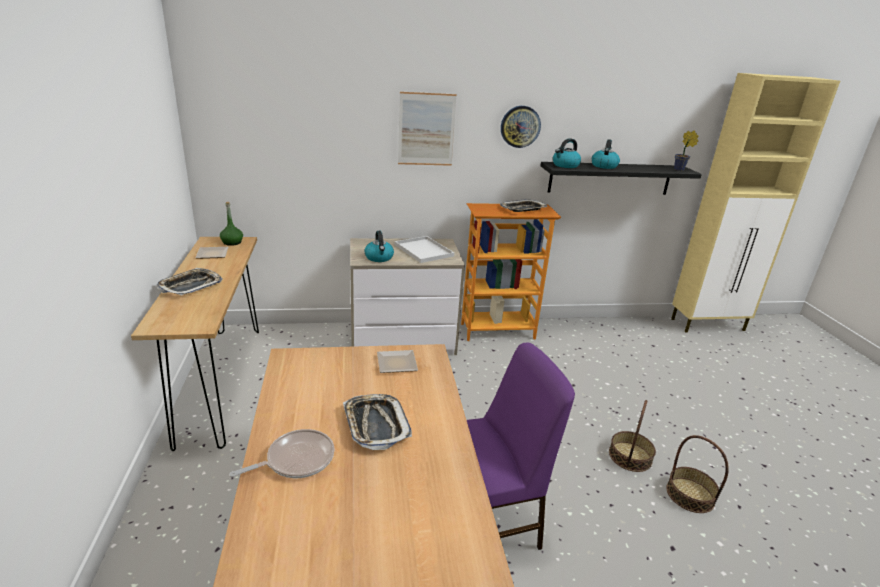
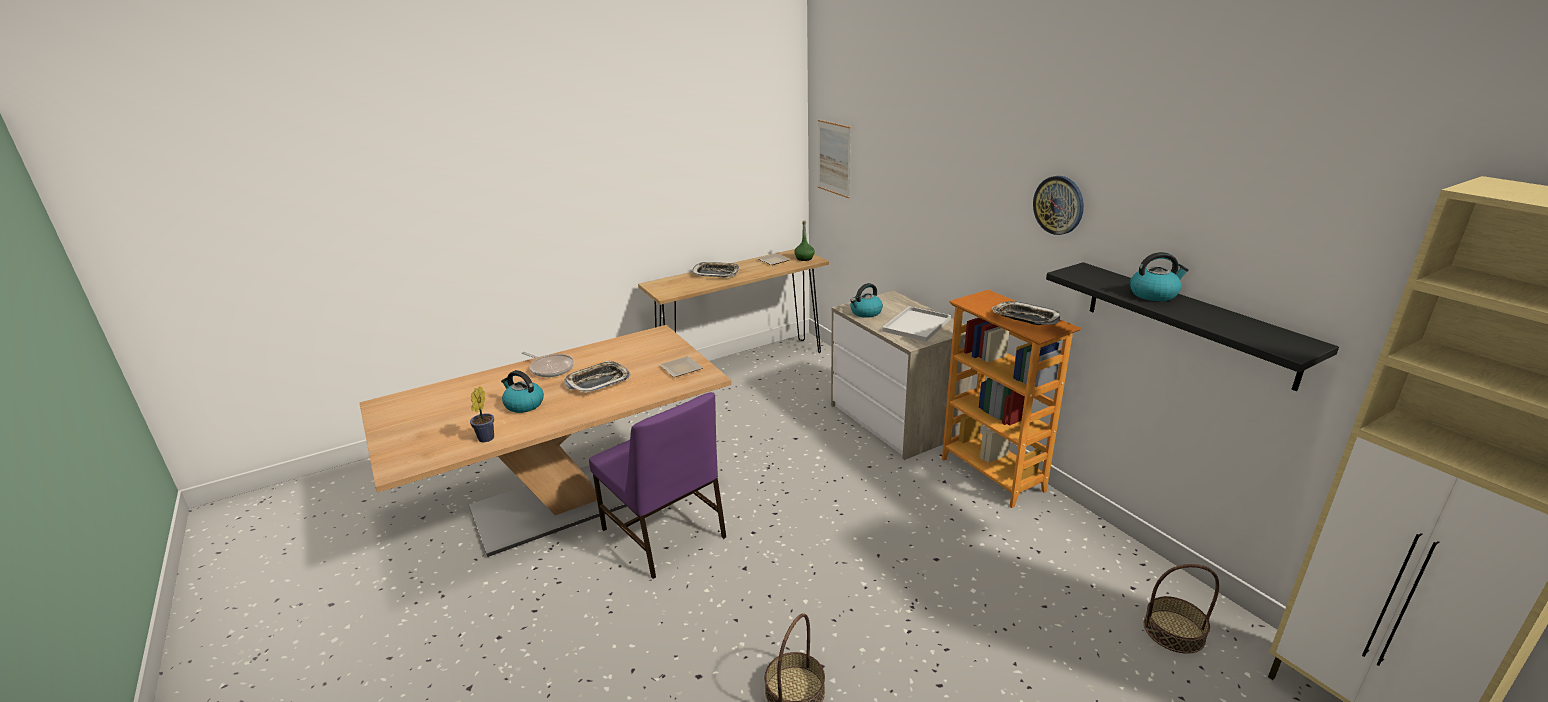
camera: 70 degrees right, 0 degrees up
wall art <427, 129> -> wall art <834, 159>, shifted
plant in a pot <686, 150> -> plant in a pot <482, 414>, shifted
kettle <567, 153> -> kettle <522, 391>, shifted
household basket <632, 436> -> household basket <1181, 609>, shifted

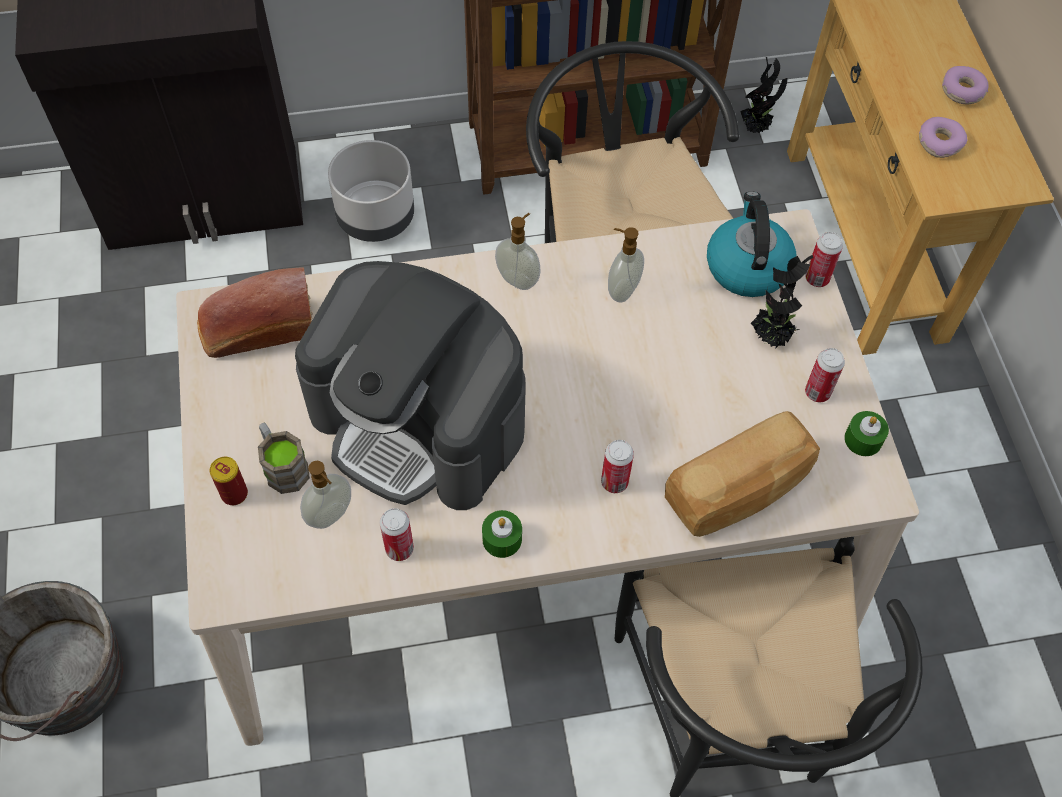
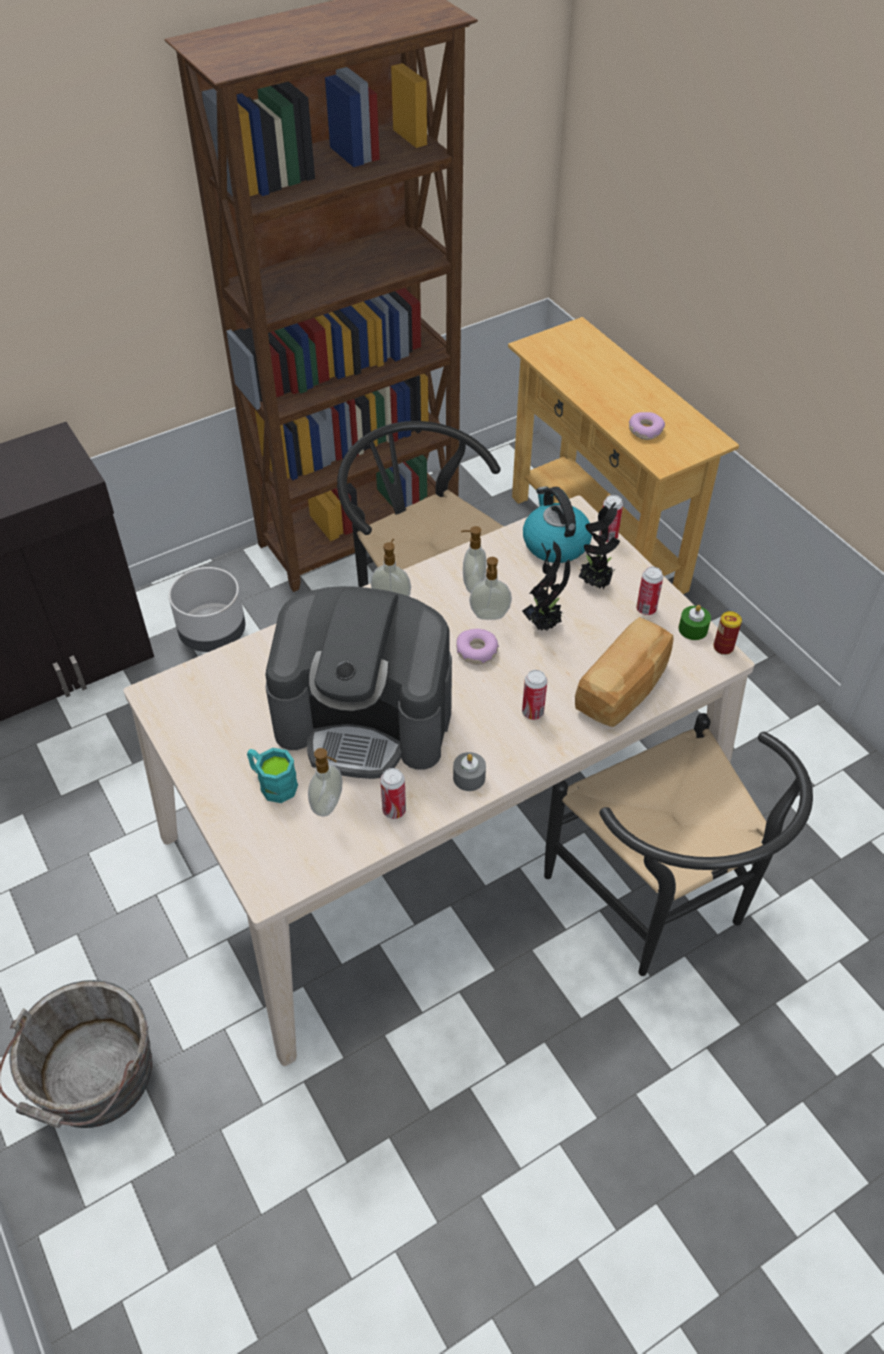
camera: 20 degrees left, 10 degrees down
plant in a pot <763, 95> -> plant in a pot <546, 586>, shifted
doughnut <965, 85> -> doughnut <477, 647>, shifted
bread <255, 312> -> none
brown-coloured mug <284, 458> -> blue-green mug <272, 775>
metal can <229, 481> -> metal can <727, 633>, shifted
greenish wax light <502, 534> -> greyish wax light <469, 771>
none -> soap dispenser <490, 588>

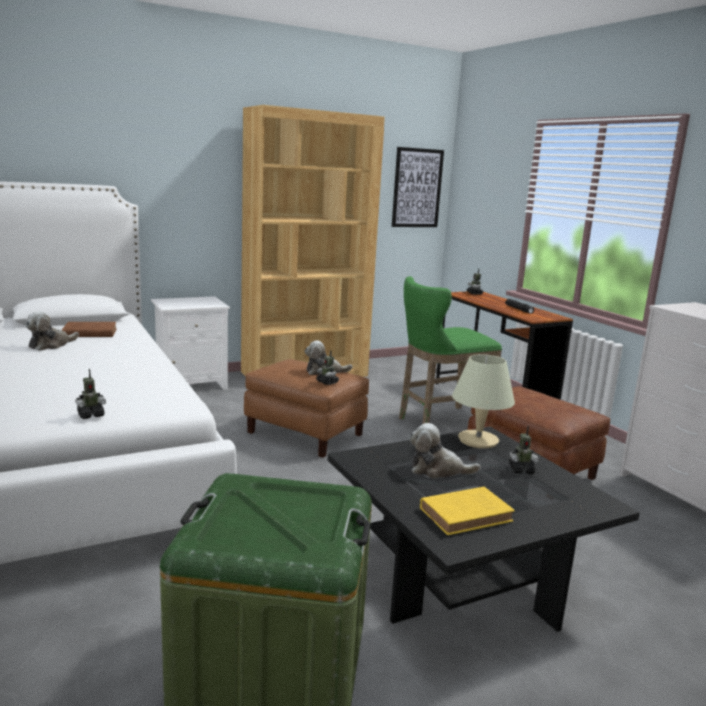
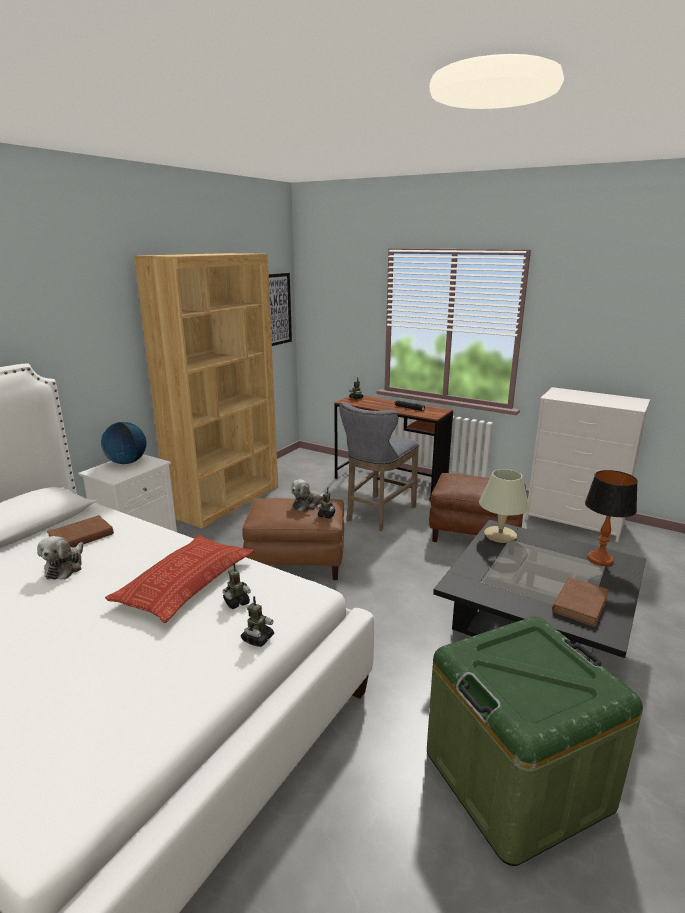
camera: 30 degrees left, 5 degrees up
greenish stool seat <450, 350> -> greyish stool seat <379, 466>
soft toy <445, 451> -> none
robot figure <524, 450> -> robot figure <237, 586>, shifted
yellow bound book <467, 511> -> brown-coloured bound book <580, 602>
none -> world globe <124, 443>
none -> tabletop lamp <611, 518>
none -> throw pillow <179, 579>

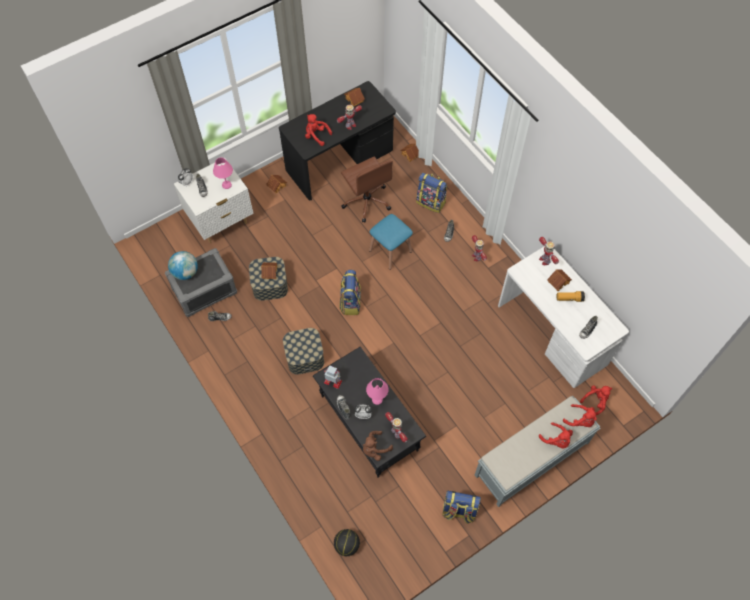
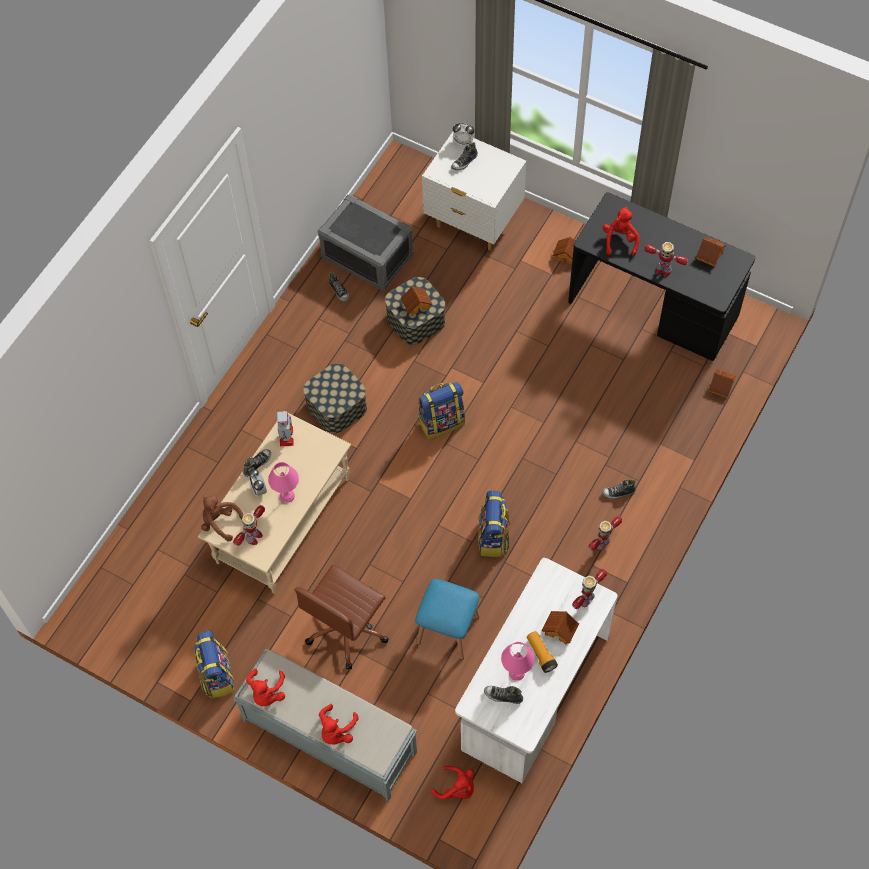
camera: 65 degrees right, 0 degrees up
brown-coloured office chair <367, 190> -> brown-coloured office chair <341, 617>, shifted
pink-coloured tabletop lamp <223, 173> -> pink-coloured tabletop lamp <518, 661>, shifted
rucksack <431, 193> -> rucksack <494, 523>, shifted
bluish stool seat <391, 242> -> bluish stool seat <447, 619>, shifted
world globe <183, 265> -> none
black-coloured coffee table <369, 412> -> beige-coloured coffee table <274, 503>
red soft toy <580, 415> -> red soft toy <265, 687>, shifted
ball for basketball <347, 542> -> none

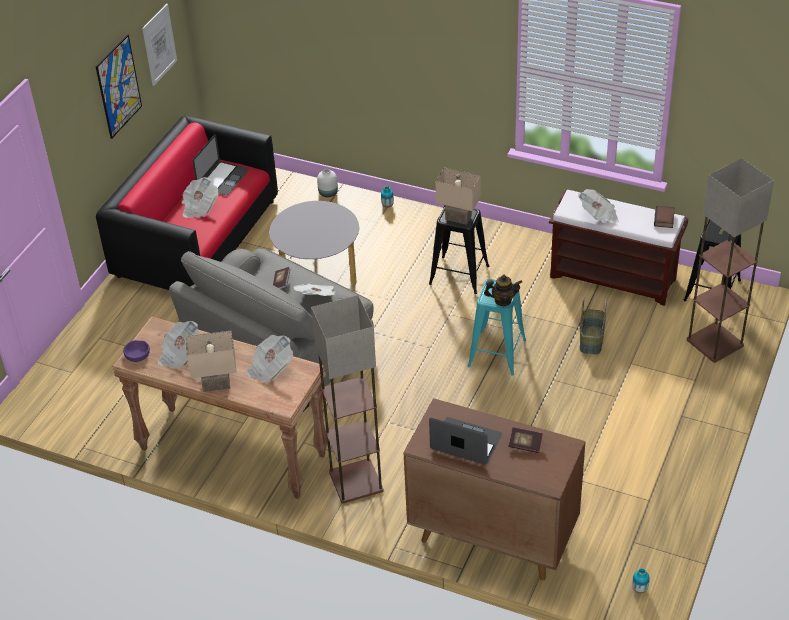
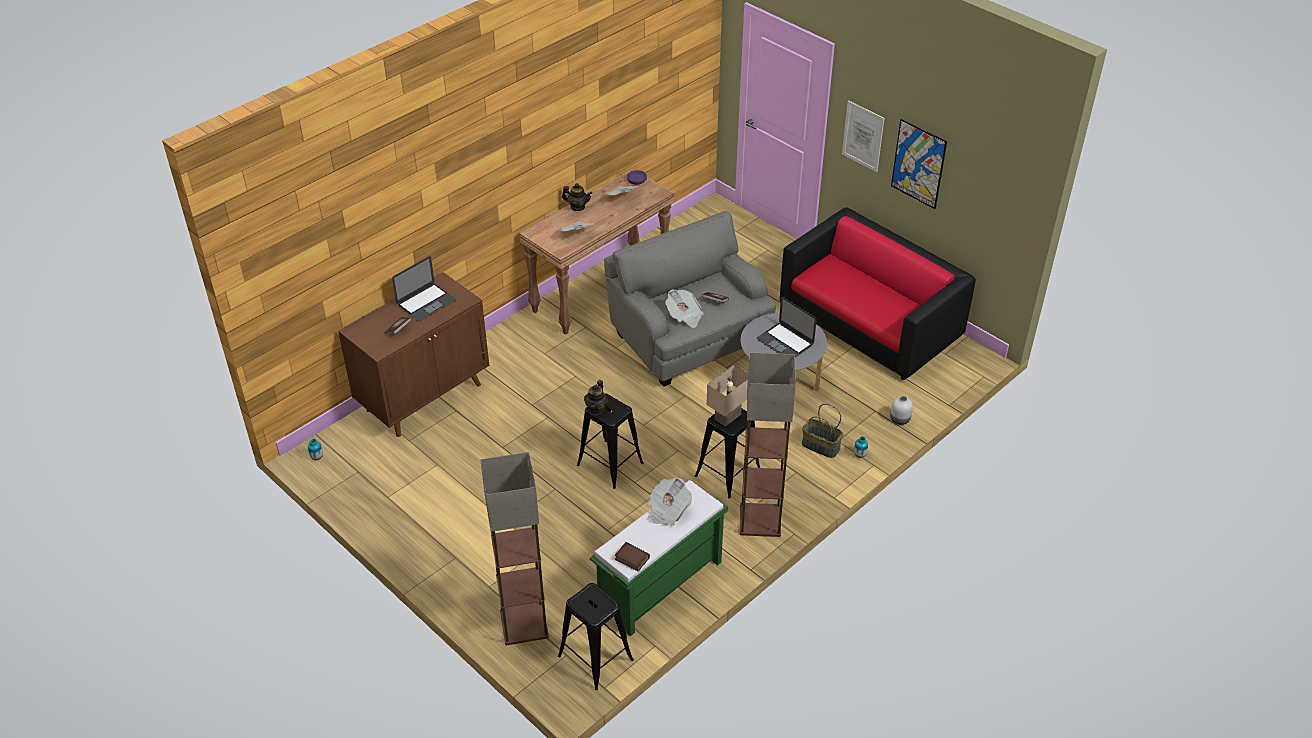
camera: 110 degrees right, 0 degrees up
wall art <159, 45> -> wall art <863, 136>, shifted
laptop <221, 164> -> laptop <787, 327>, shifted
daily paper <200, 197> -> none
brown-coloured long seat <618, 248> -> greenish long seat <659, 558>
blue-green stool seat <497, 327> -> black-coloured stool seat <610, 441>
standard lamp <347, 399> -> standard lamp <768, 445>, shifted
household basket <593, 325> -> household basket <822, 431>, shifted
beige-coloured tabletop lamp <211, 361> -> teapot <577, 197>

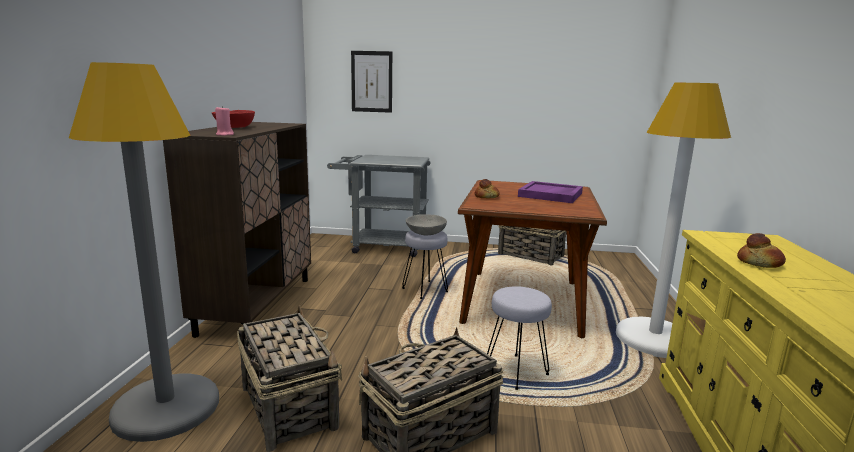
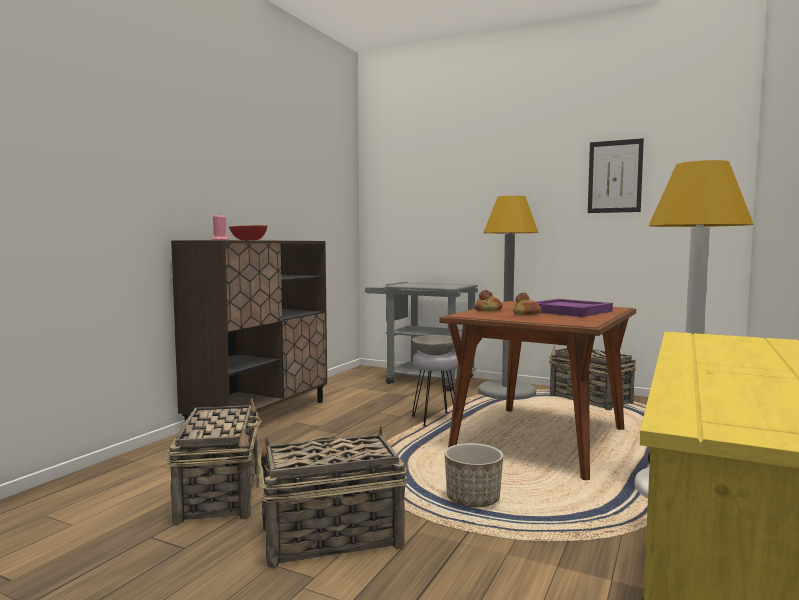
camera: 20 degrees right, 10 degrees down
wall art <371, 82> -> wall art <616, 175>, shifted
greyish standard lamp <144, 252> -> greyish standard lamp <508, 298>, shifted
bread <761, 250> -> bread <527, 304>, shifted
greyish stool seat <519, 338> -> planter <474, 475>

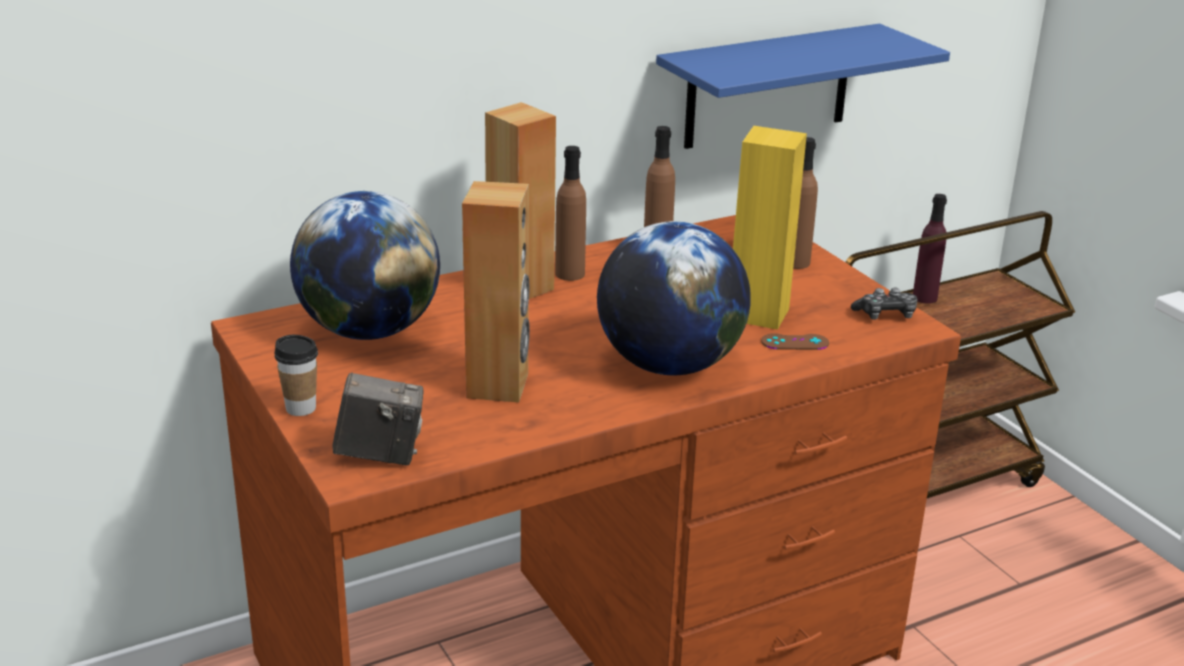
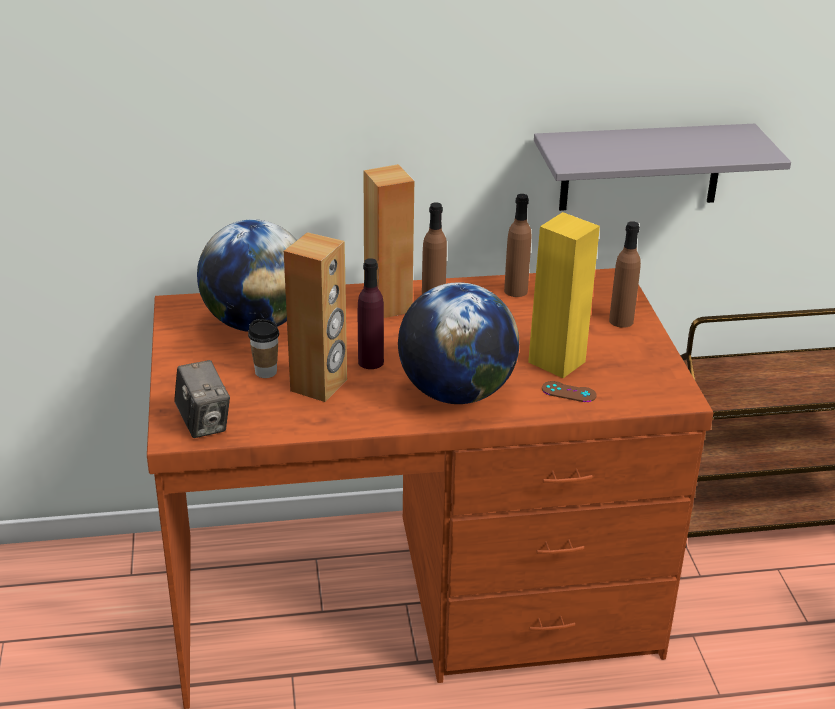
camera: 20 degrees right, 5 degrees up
bluish wall shelf <803, 86> -> greyish wall shelf <662, 167>
purple-coloured beverage bottle <930, 249> -> purple-coloured beverage bottle <371, 313>, shifted
gamepad <884, 303> -> none
cup <296, 375> -> cup <263, 348>, shifted
photo camera <378, 419> -> photo camera <202, 399>, 45 degrees clockwise

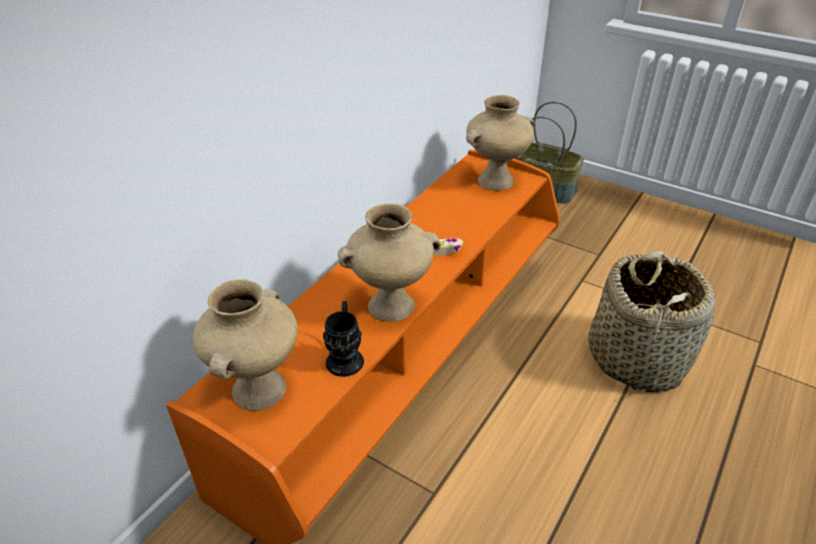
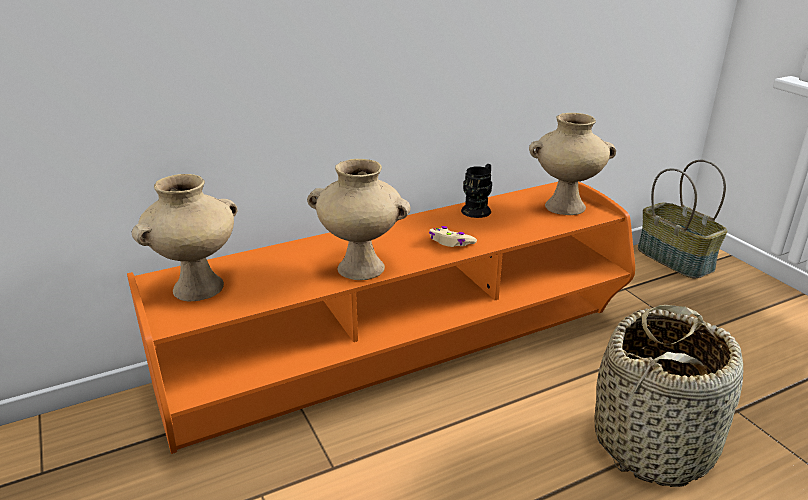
camera: 30 degrees right, 10 degrees down
black-coloured mug <343, 339> -> black-coloured mug <476, 191>, shifted

